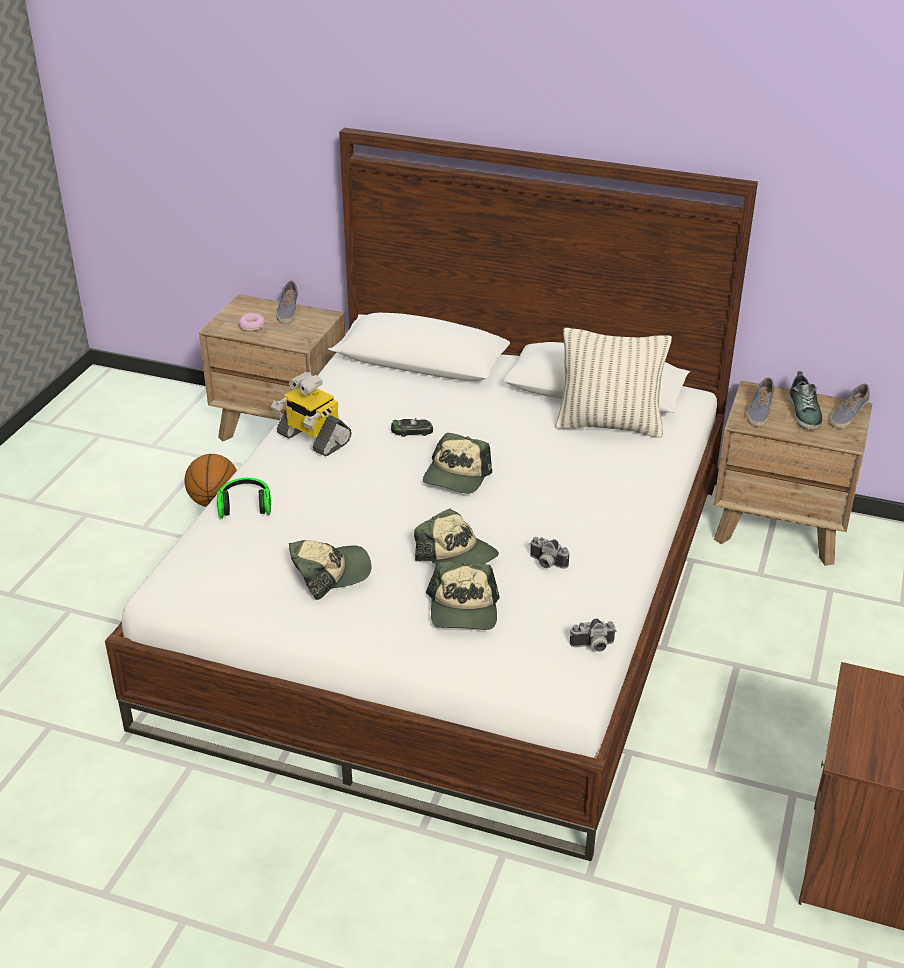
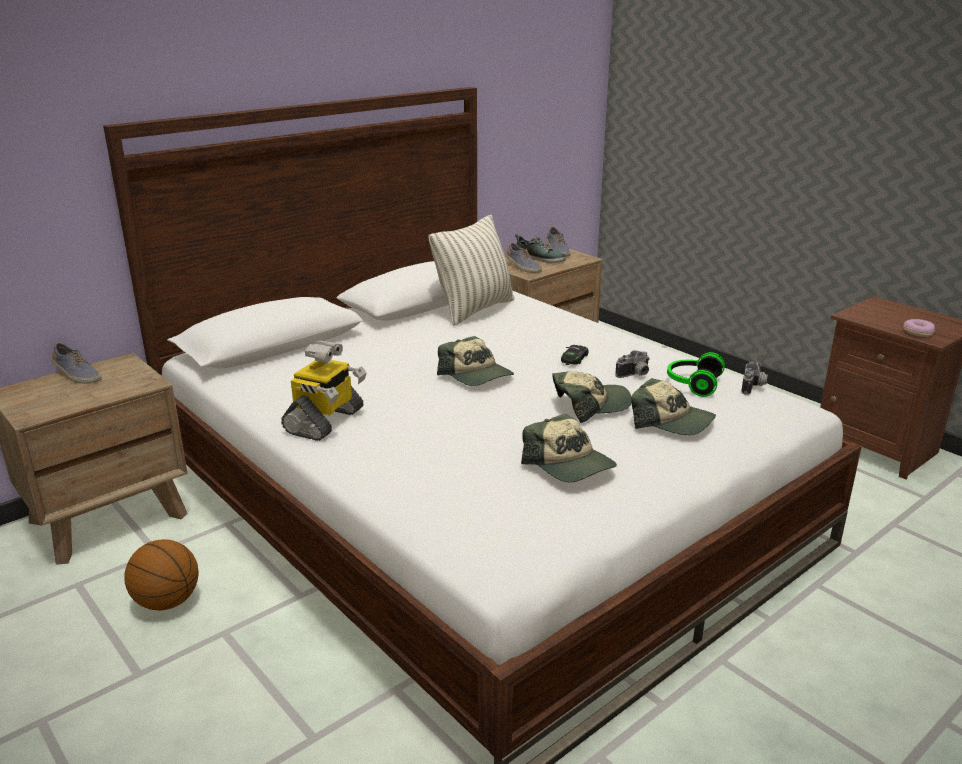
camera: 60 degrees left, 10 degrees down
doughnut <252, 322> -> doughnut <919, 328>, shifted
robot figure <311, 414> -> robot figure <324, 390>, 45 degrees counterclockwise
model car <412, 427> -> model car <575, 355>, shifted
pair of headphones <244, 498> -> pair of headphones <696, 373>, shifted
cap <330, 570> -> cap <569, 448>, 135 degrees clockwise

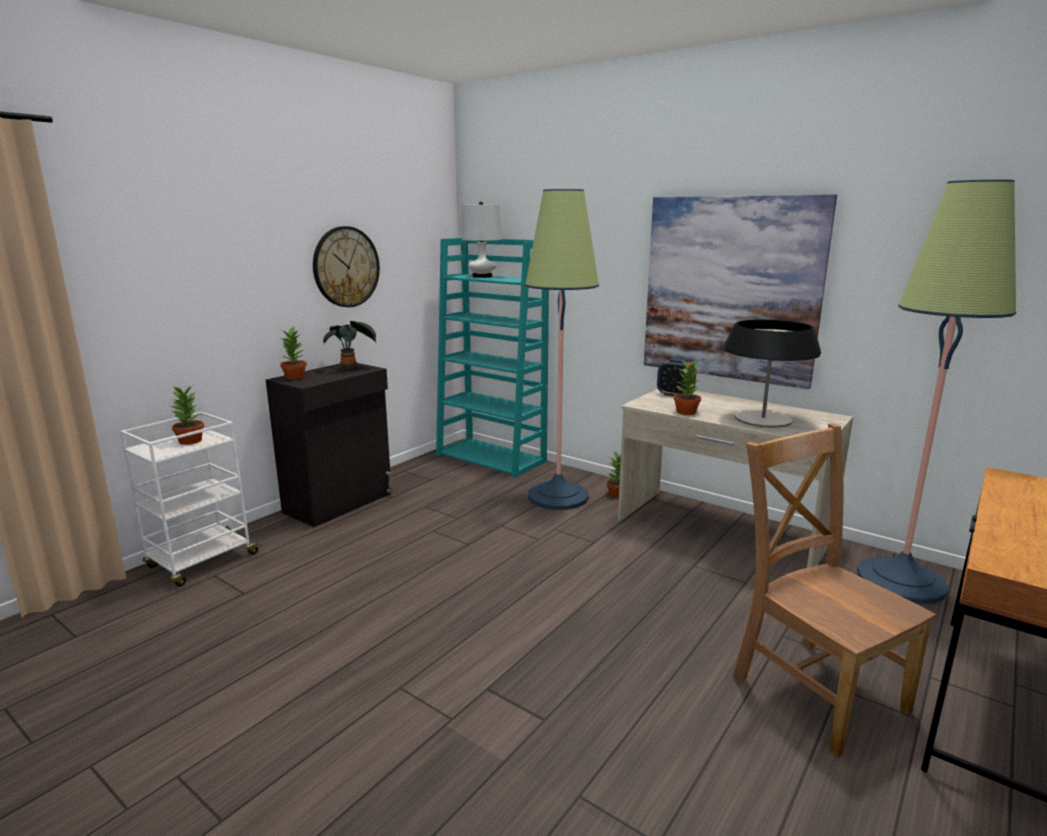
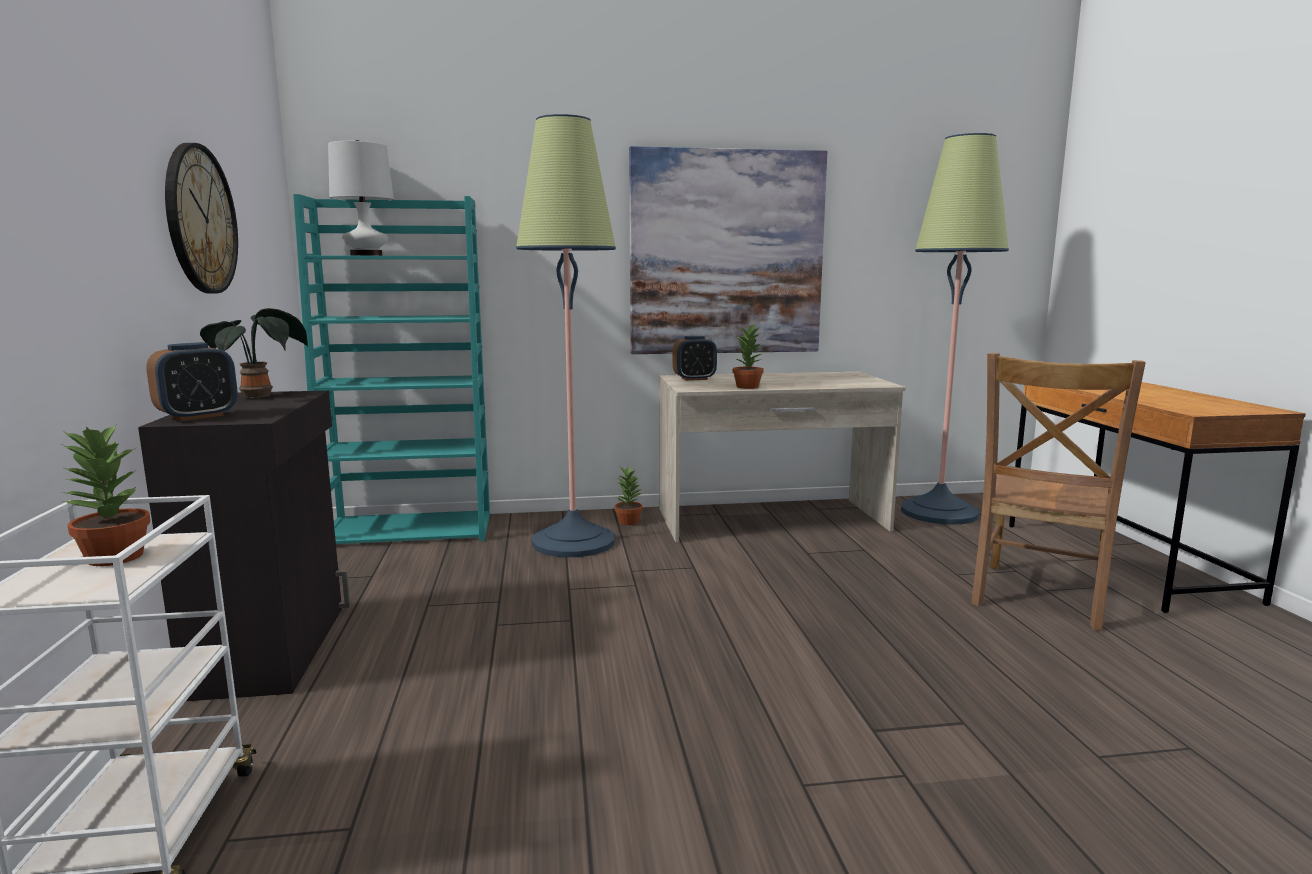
camera: 45 degrees left, 5 degrees down
tabletop lamp <772, 374> -> none
plant in a pot <293, 353> -> alarm clock <192, 381>
brown-coloured upright chair <834, 590> -> brown-coloured upright chair <1058, 492>, 75 degrees counterclockwise

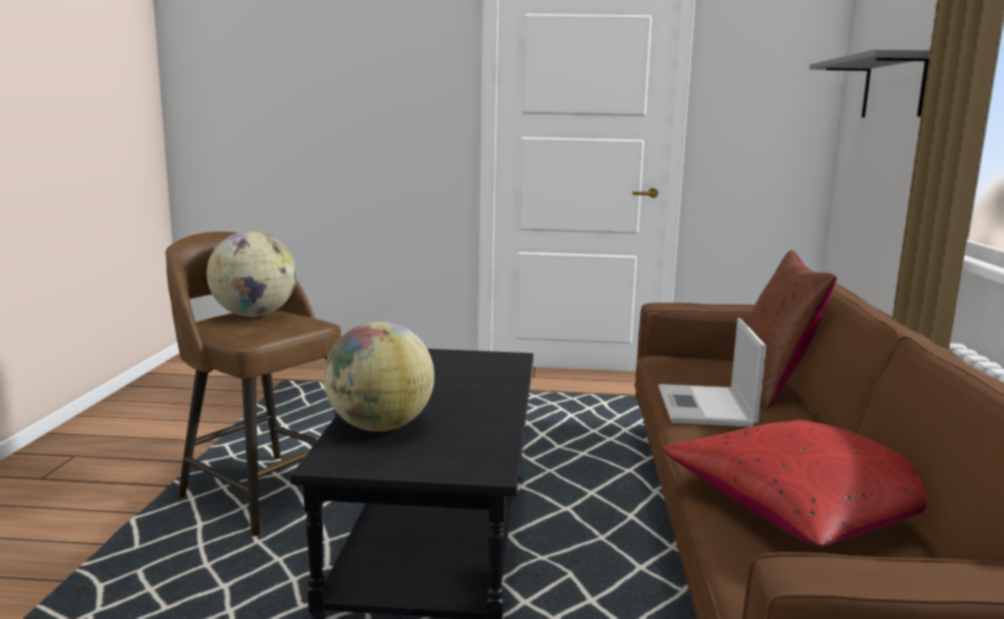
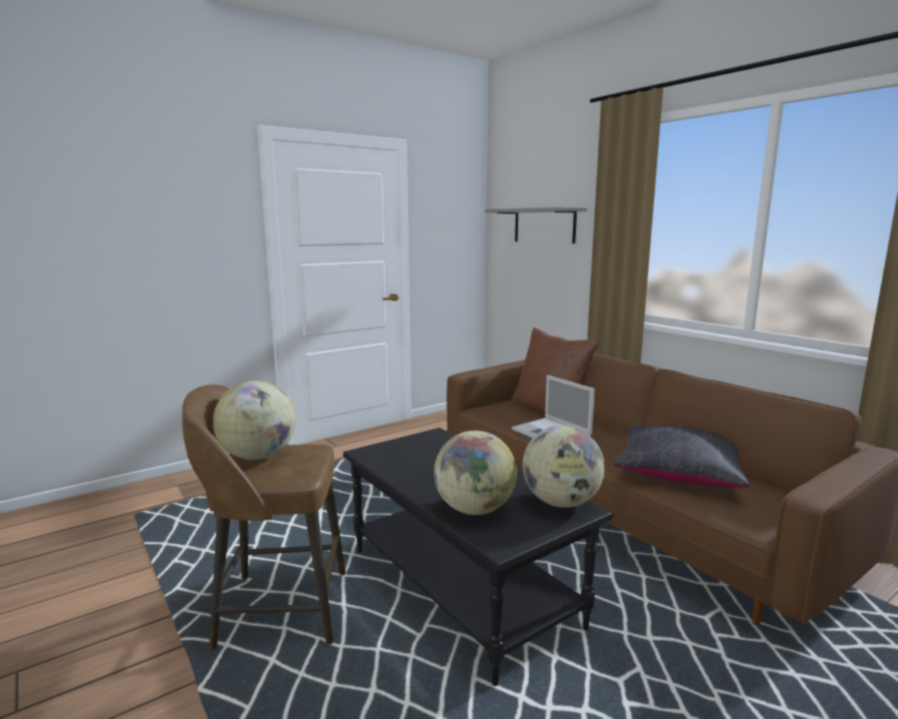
camera: 40 degrees left, 0 degrees up
red throw pillow <794, 483> -> black-coloured throw pillow <681, 456>
none -> world globe <563, 466>

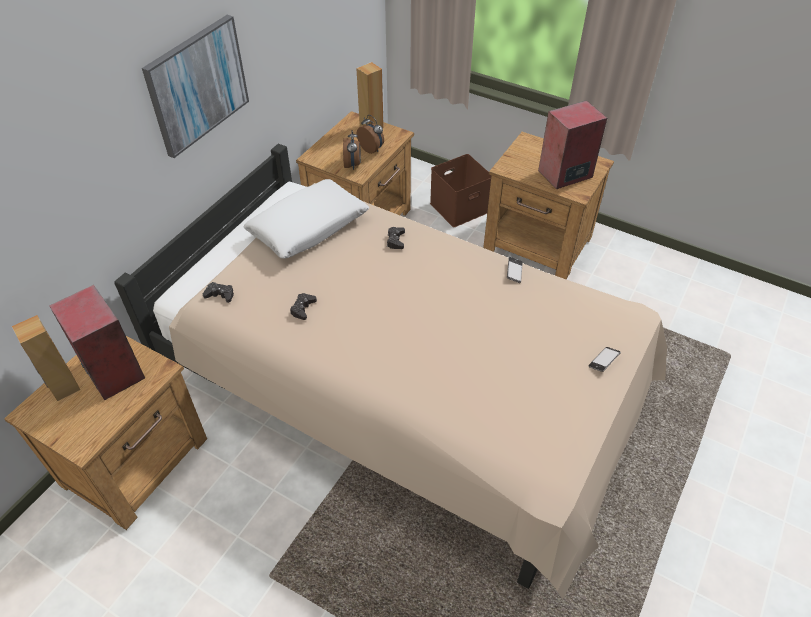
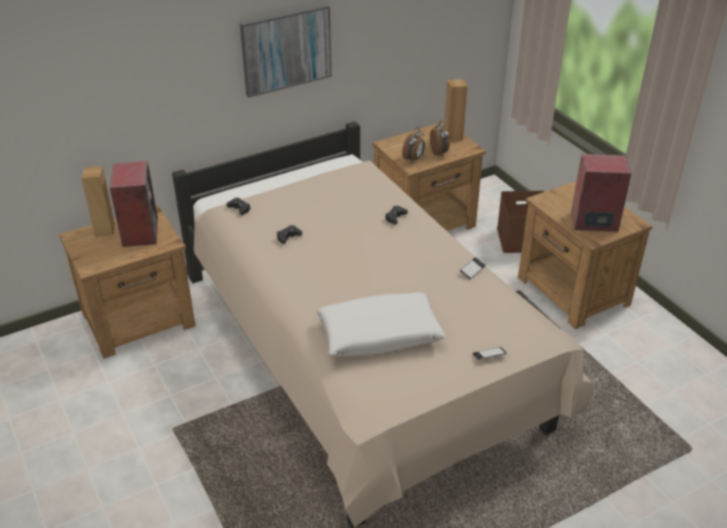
camera: 30 degrees right, 10 degrees down
whitish throw pillow <306, 219> -> whitish throw pillow <381, 324>, shifted

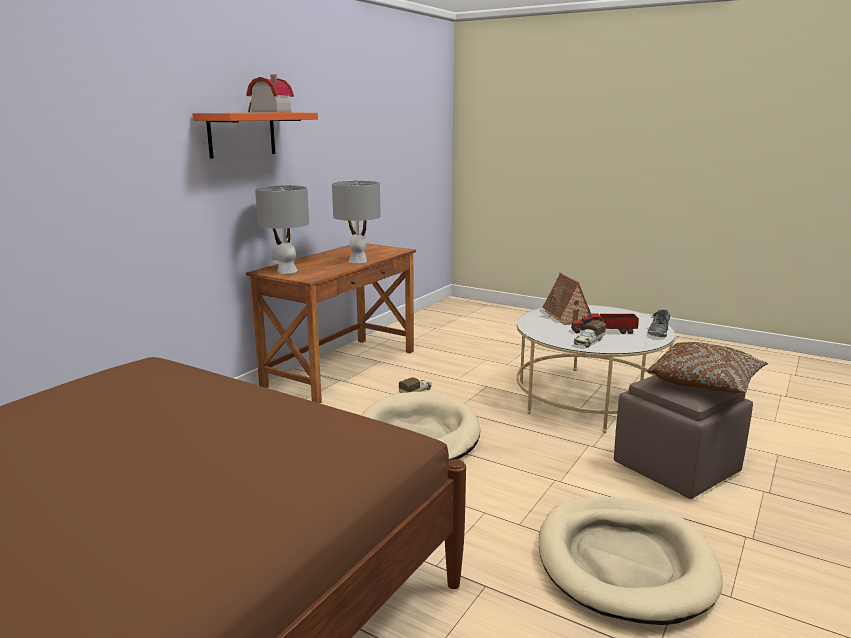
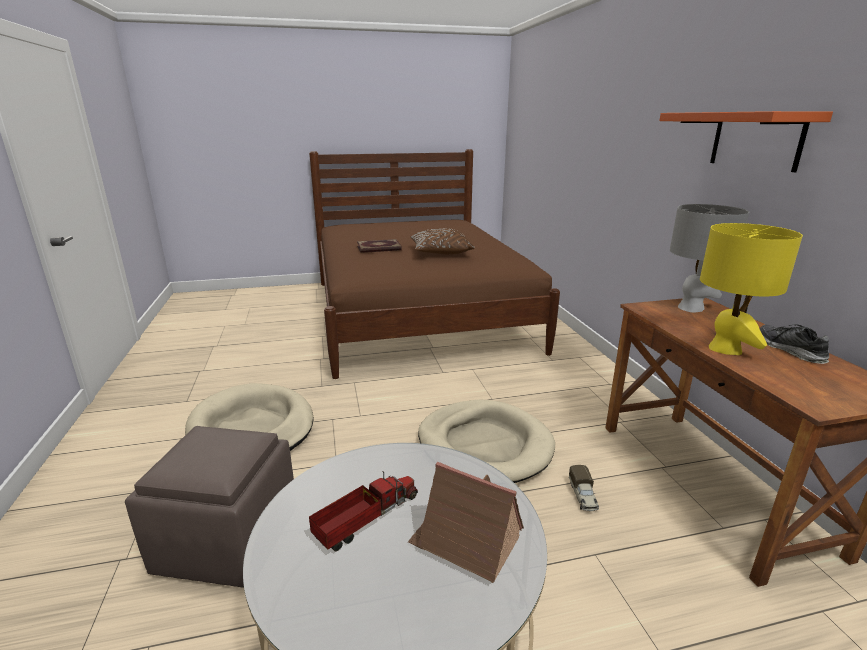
camera: 135 degrees right, 5 degrees up
miniature house <270, 93> -> none
greyish tabletop lamp <356, 222> -> yellow tabletop lamp <751, 289>
shoe <659, 323> -> shoe <794, 344>, shifted
model truck <590, 333> -> none
brown-coloured throw pillow <708, 367> -> brown-coloured throw pillow <442, 242>, shifted
none -> bound book <379, 246>

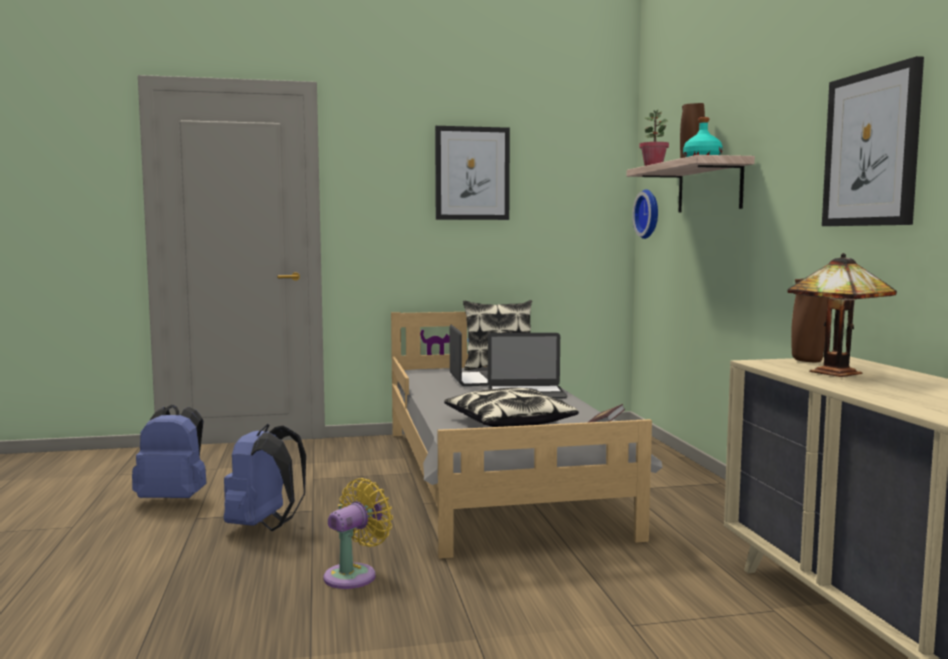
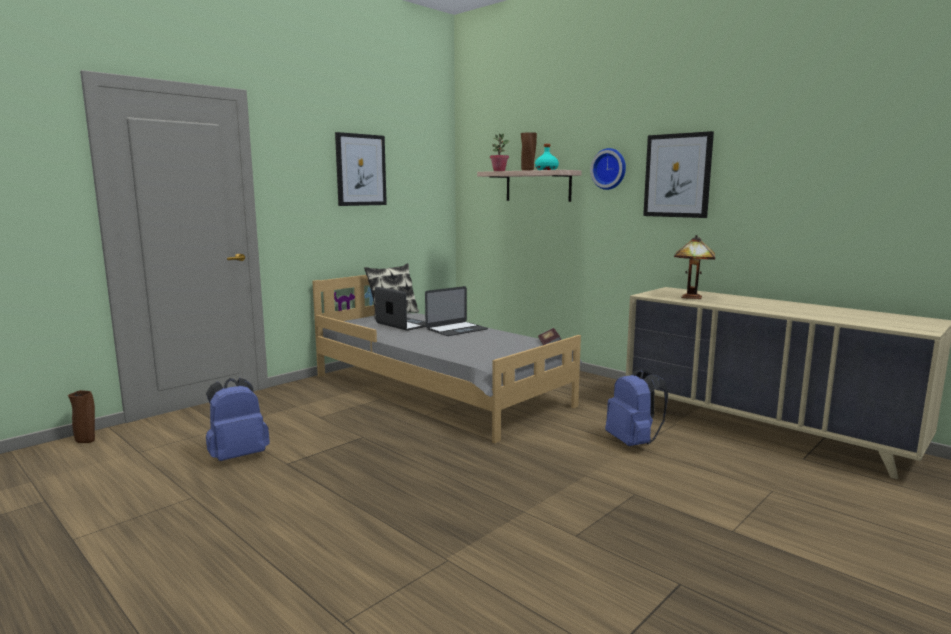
camera: 35 degrees left, 5 degrees up
wall clock <645, 214> -> wall clock <608, 169>, shifted
brown-coloured vase <810, 320> -> brown-coloured vase <81, 416>, shifted
throw pillow <511, 407> -> none
bluish rucksack <265, 477> -> bluish rucksack <636, 407>, shifted
yellow cooling fan <358, 533> -> none

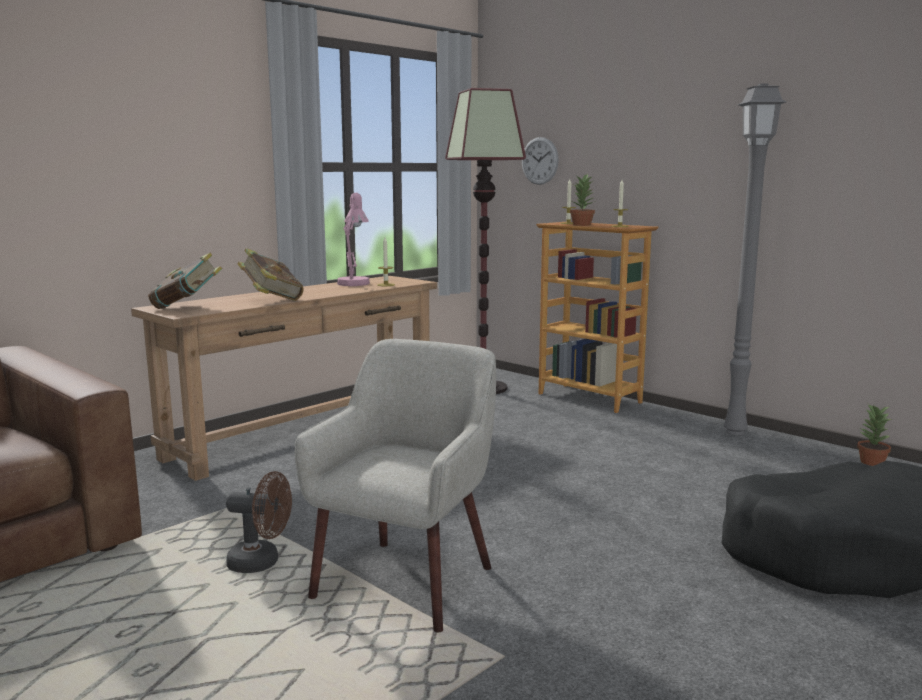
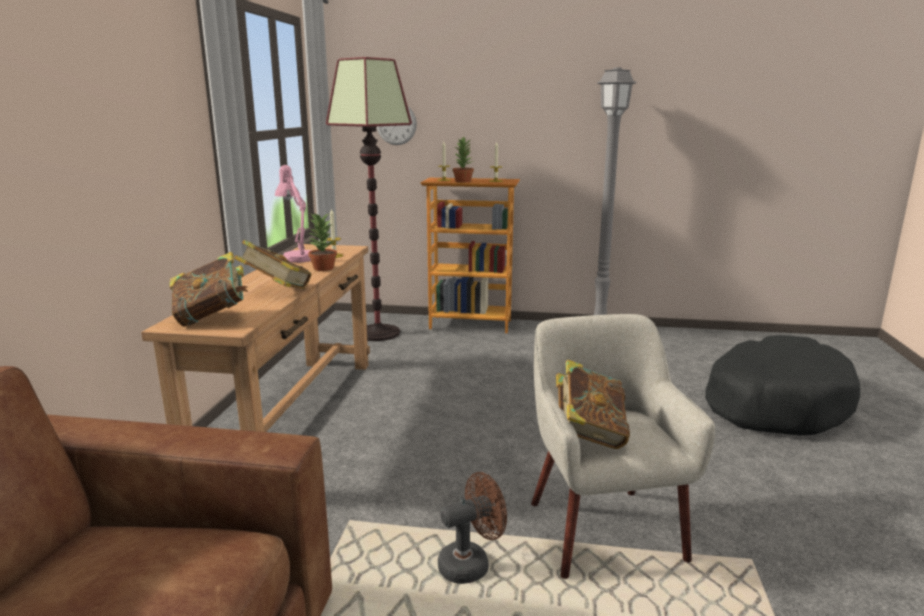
camera: 35 degrees left, 5 degrees up
plant in a pot <874, 435> -> plant in a pot <322, 242>, shifted
none -> bound book <593, 404>

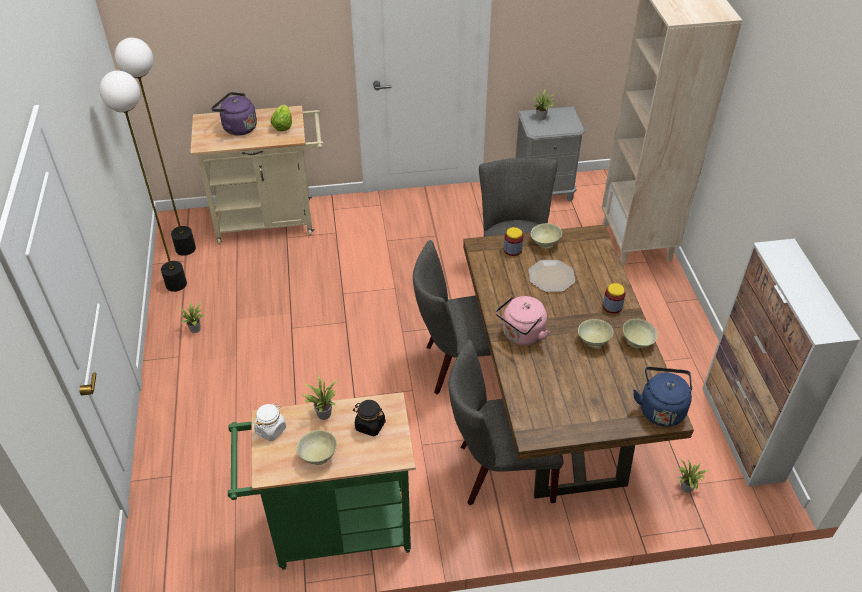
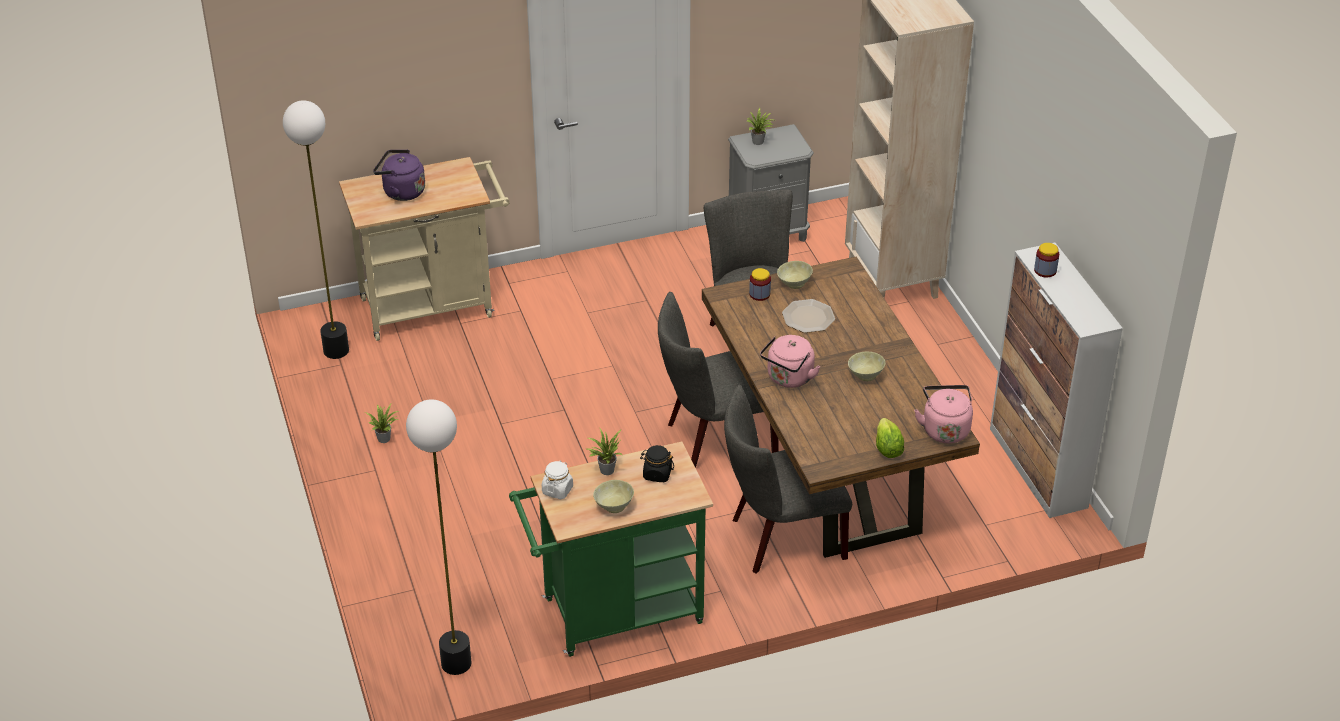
camera: 10 degrees left, 5 degrees down
standard lamp <143, 181> -> standard lamp <438, 537>, shifted
lettuce <281, 117> -> lettuce <890, 438>, shifted
storage jar <614, 298> -> storage jar <1046, 260>, shifted
beige-coloured serving bowl <640, 333> -> none
bluish kettle <662, 397> -> pink-coloured kettle <943, 414>
plant in a pot <693, 475> -> none

